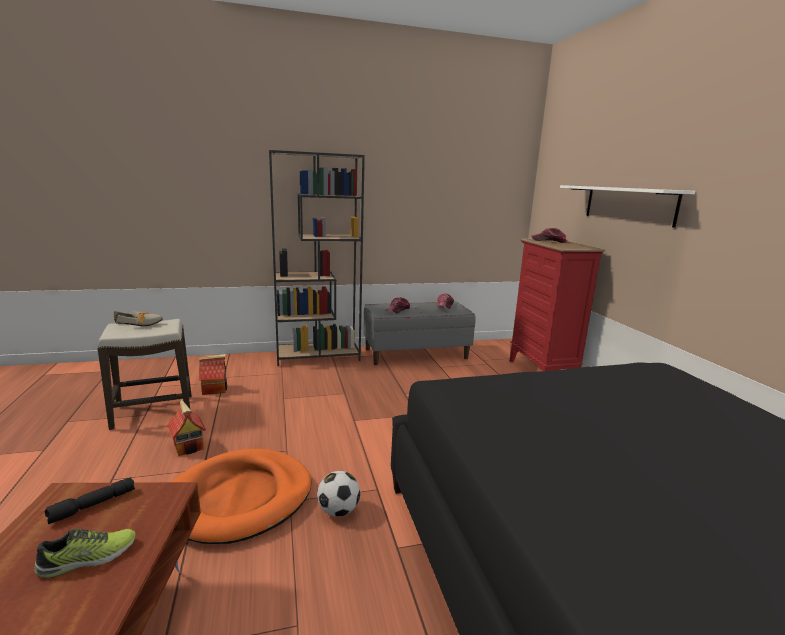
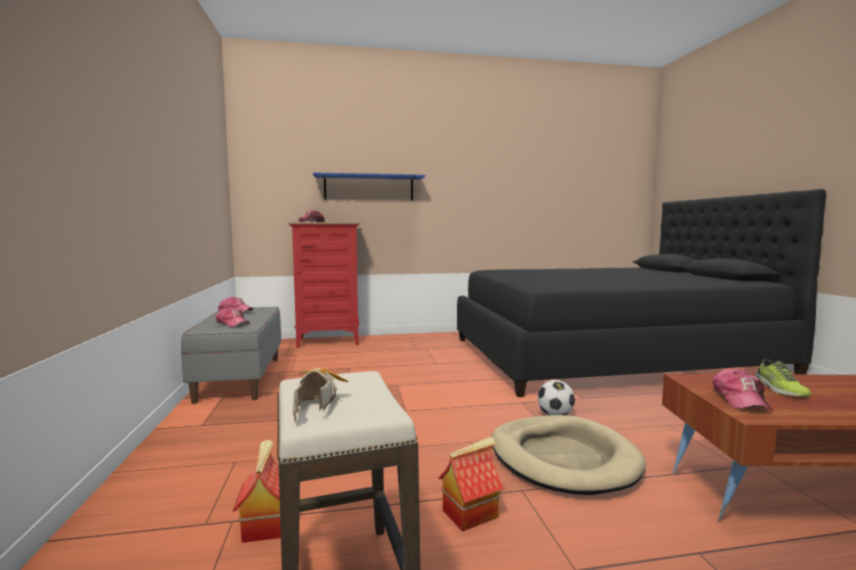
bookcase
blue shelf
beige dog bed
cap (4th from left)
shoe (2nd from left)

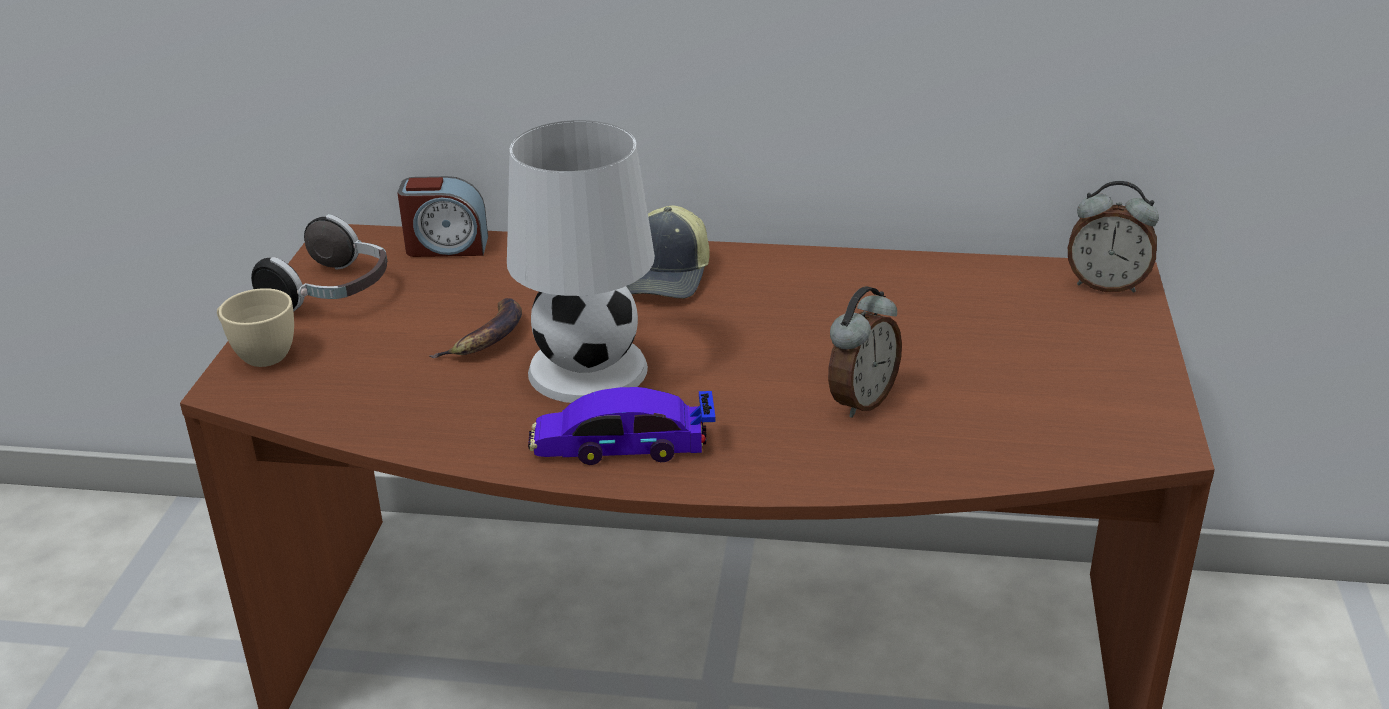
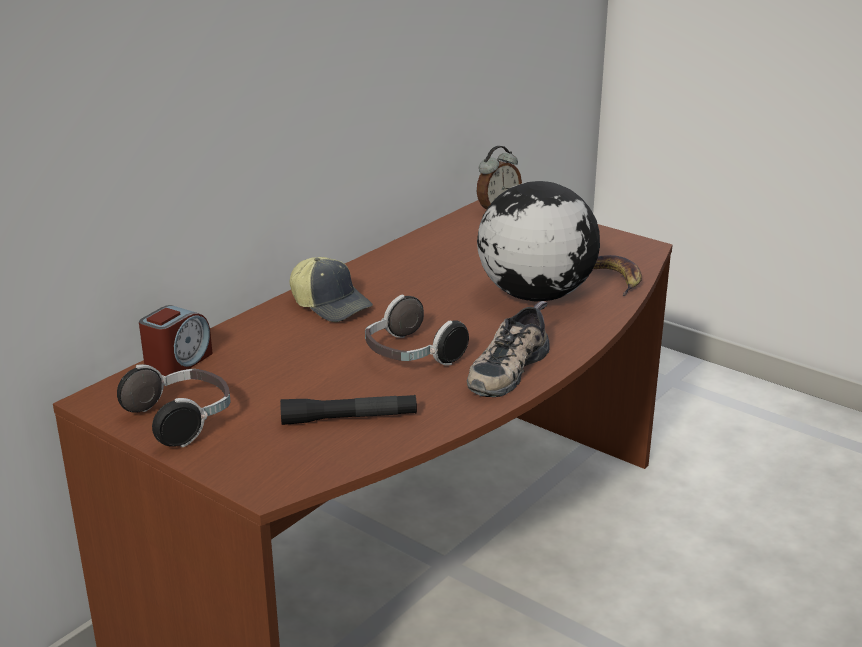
headphones (2nd from left)
globe
beige cup
banana
shoe
black flashlight

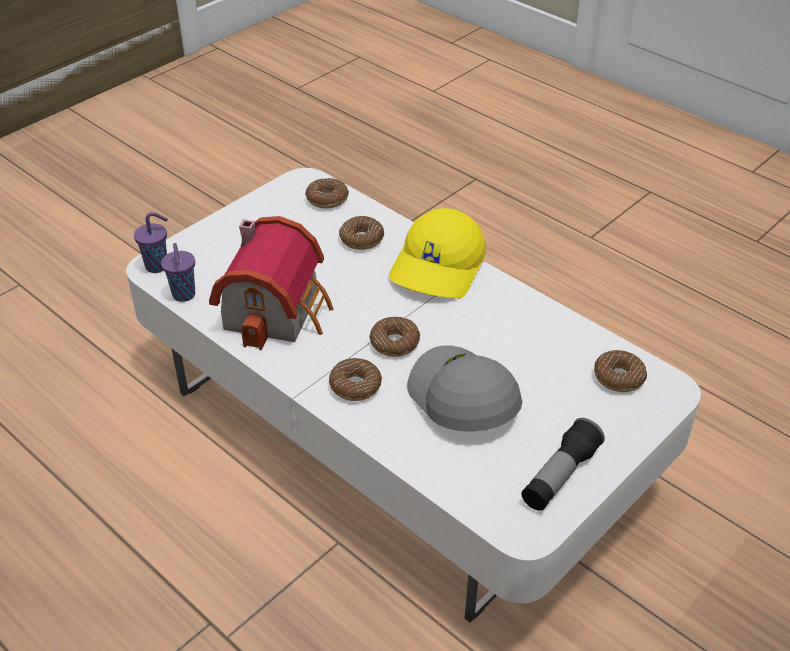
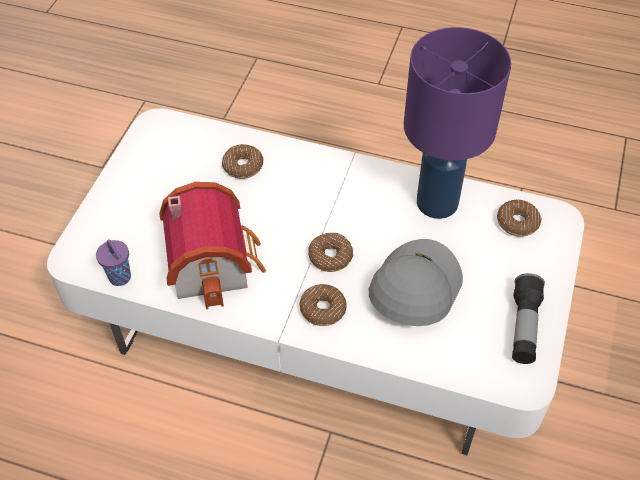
donut (1st from left in the first image)
yellow cap
purple cup (1st from left in the first image)
grey cap
purple table lamp

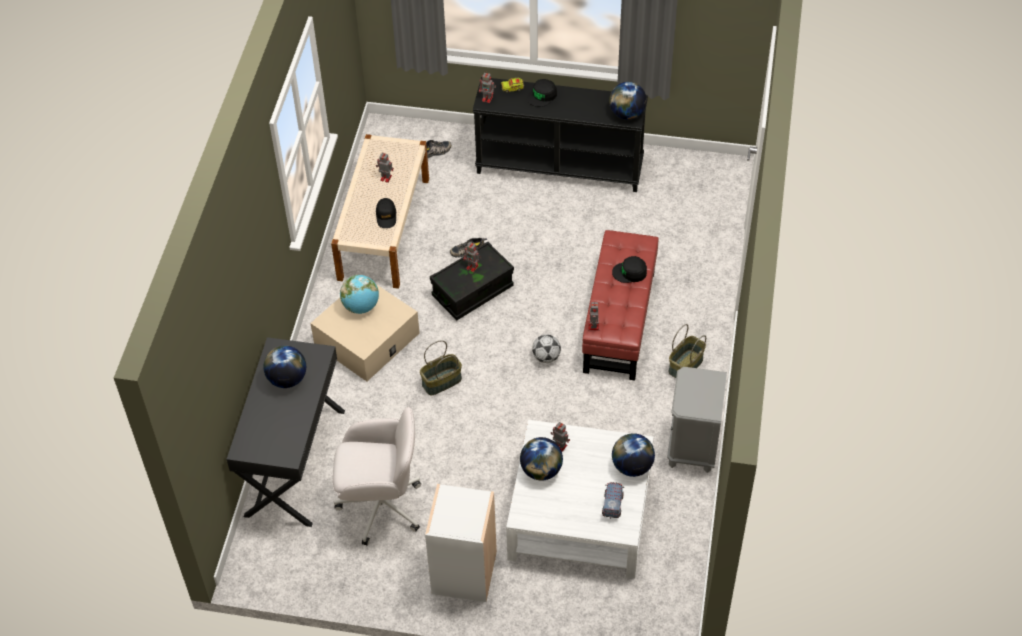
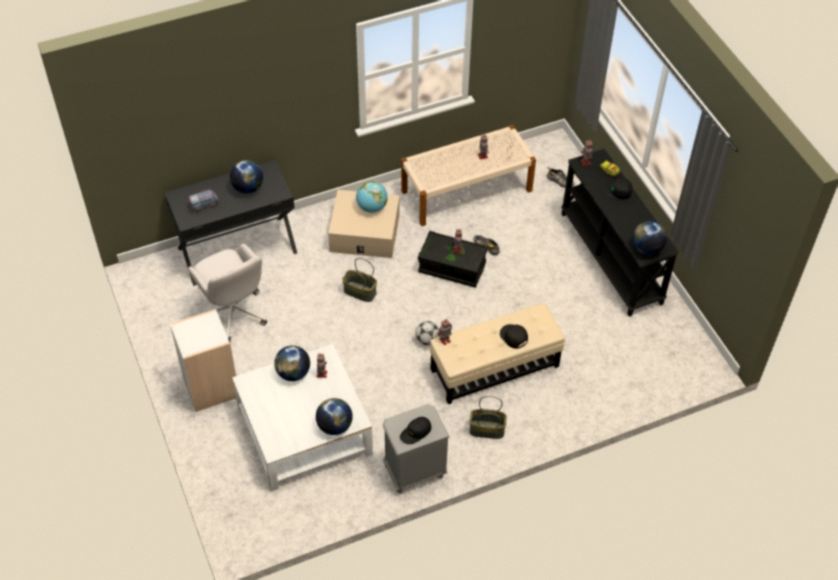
black cap (1st from left)
beige ottoman
toy truck (1st from left)

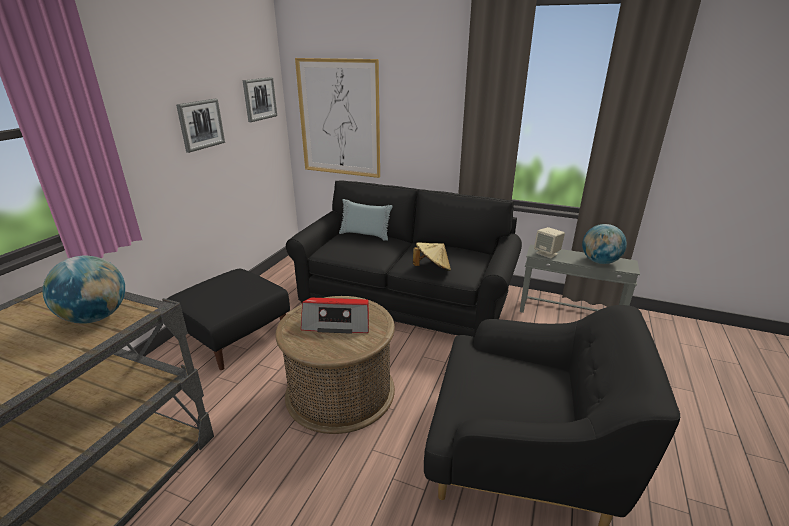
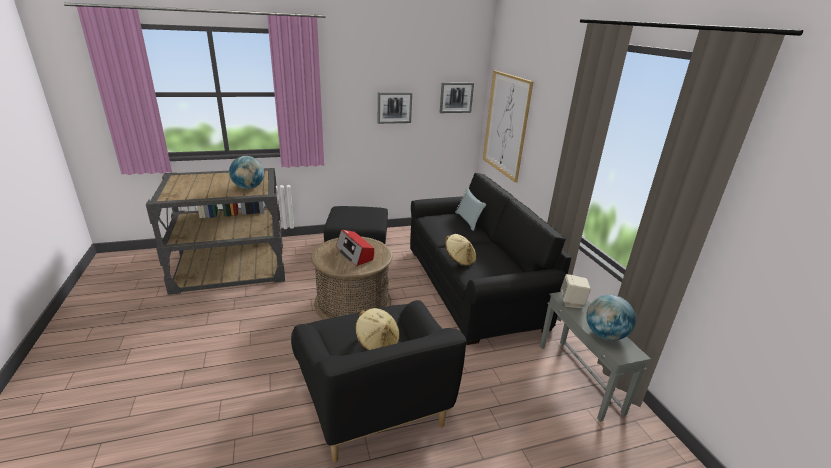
beige hat (1st from left)

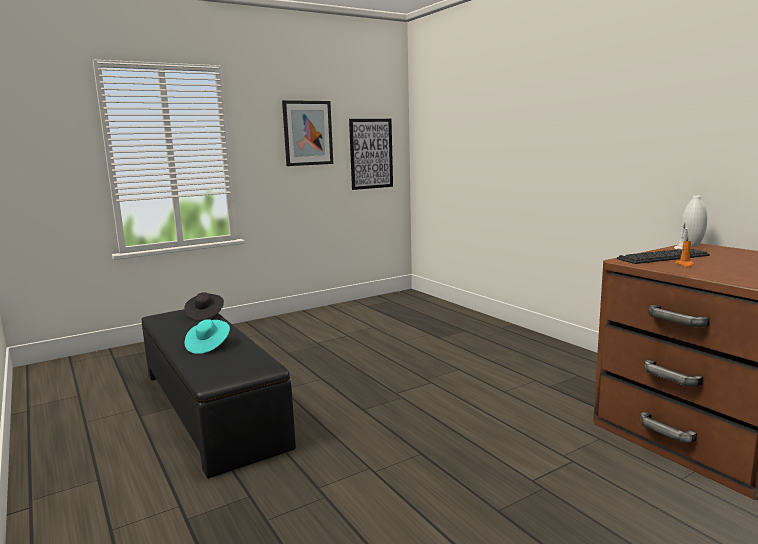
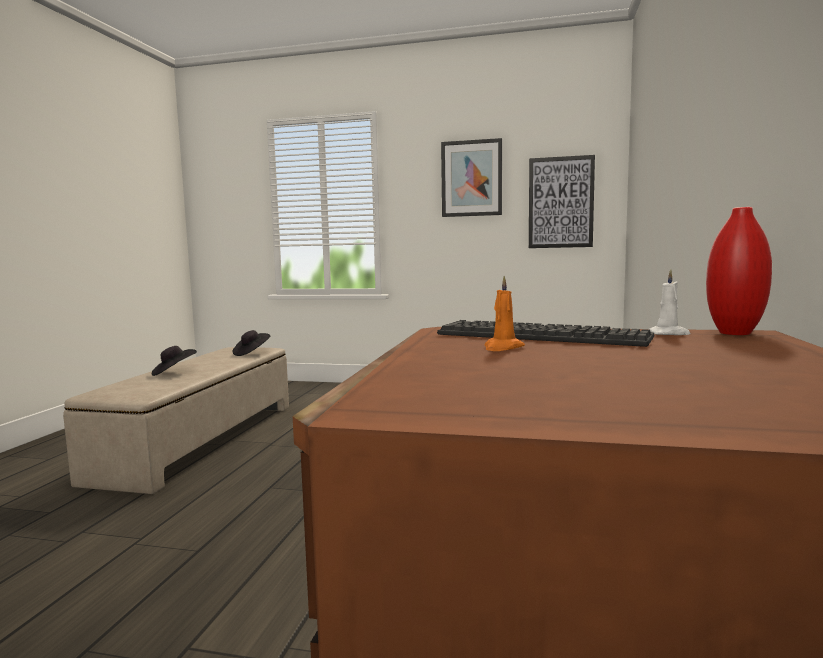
red vase
beige bench
black hat (1st from left)

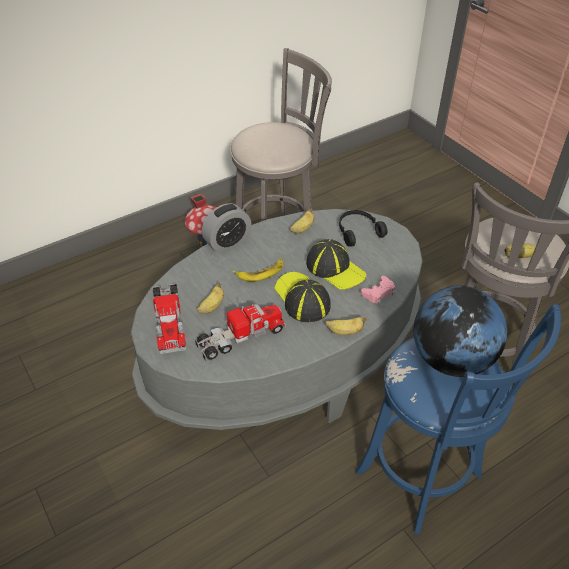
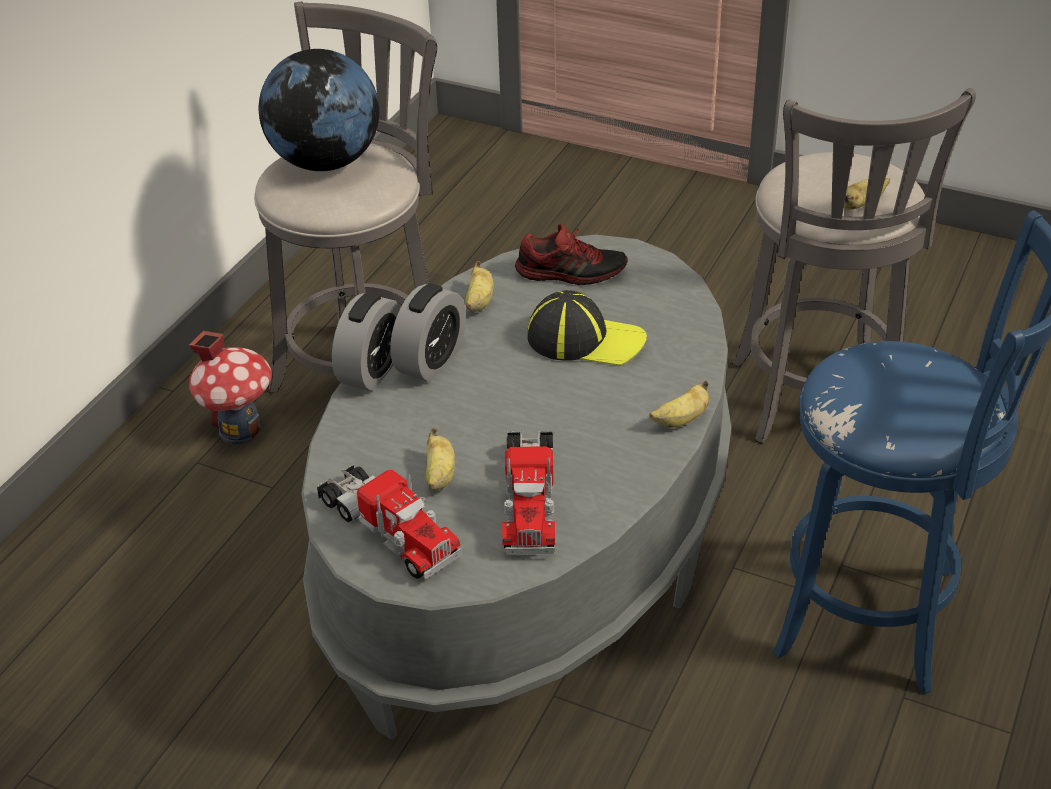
shoe
banana (2nd from left in the first image)
cap (1st from left in the first image)
pink game controller
globe
toy truck (2nd from left)
alarm clock (2nd from left)

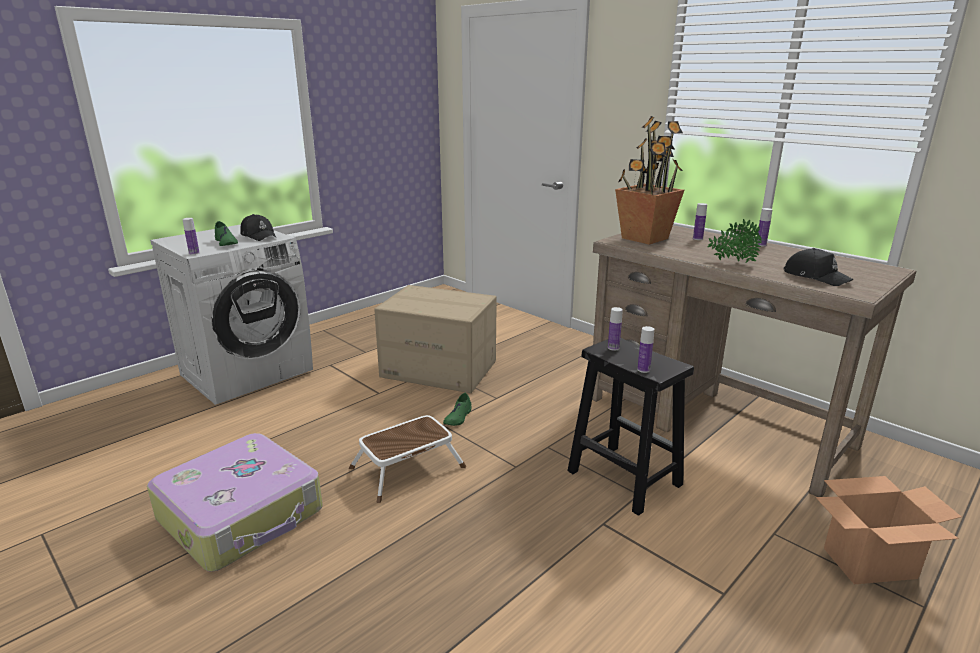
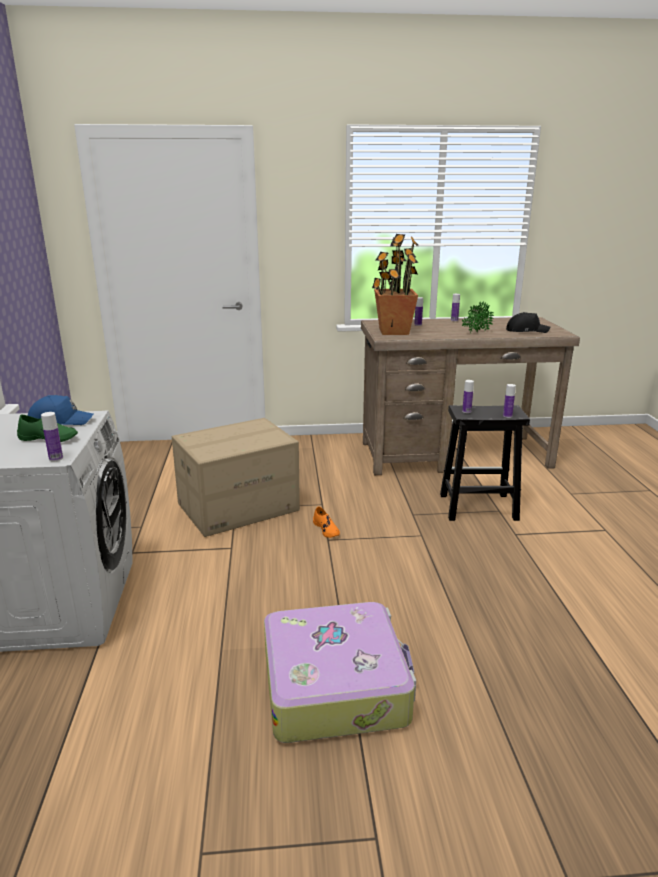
blue cap
orange shoe
brown step ladder
cardboard box (2nd from left in the first image)

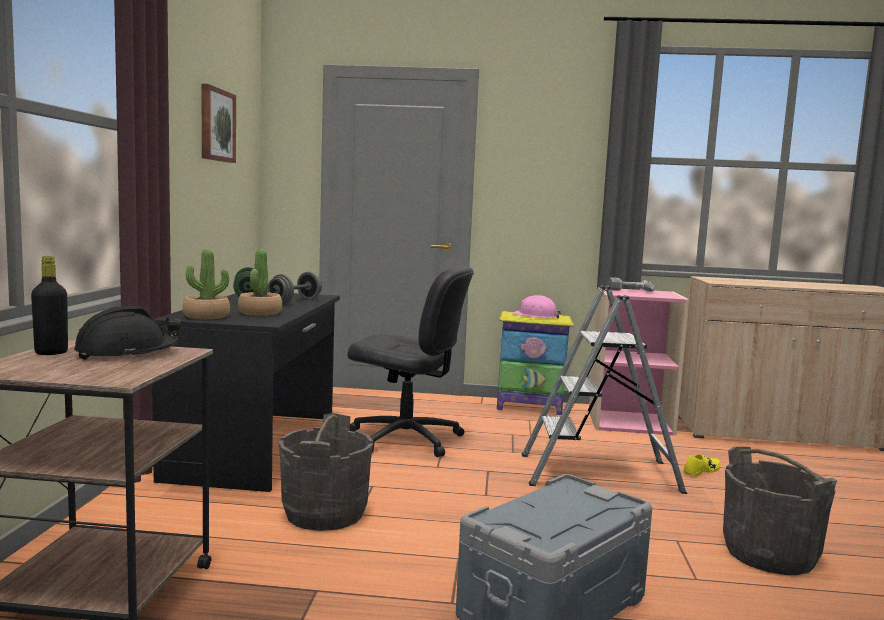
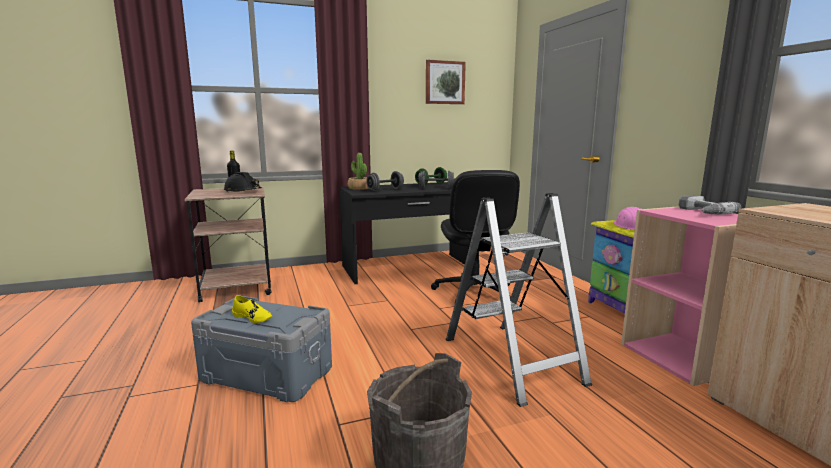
grey dumbbell (1st from left)
grey bucket (1st from left in the first image)
yellow shoe

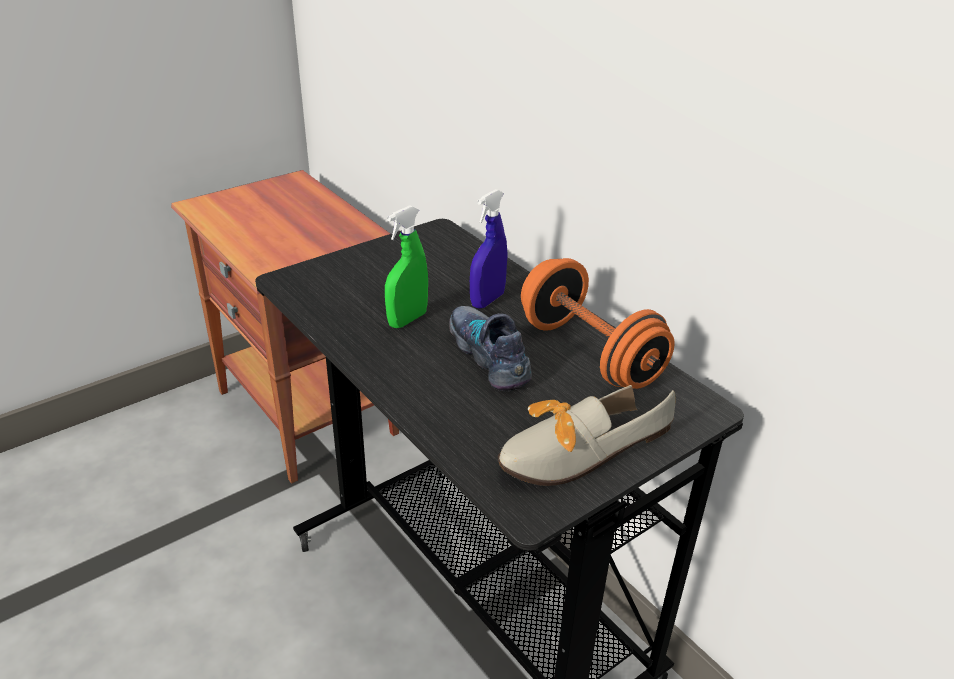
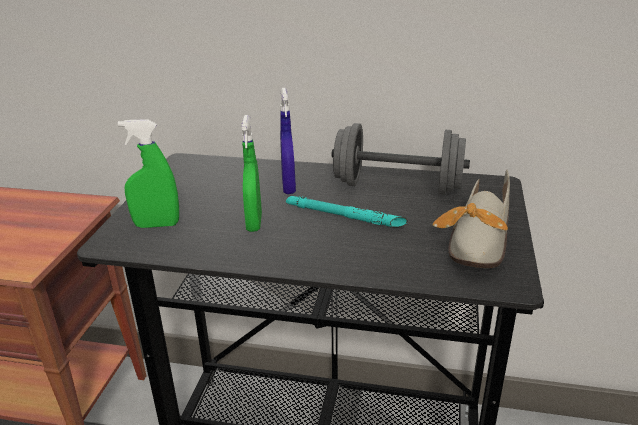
grey dumbbell
turquoise flashlight
green spray bottle (1st from left)

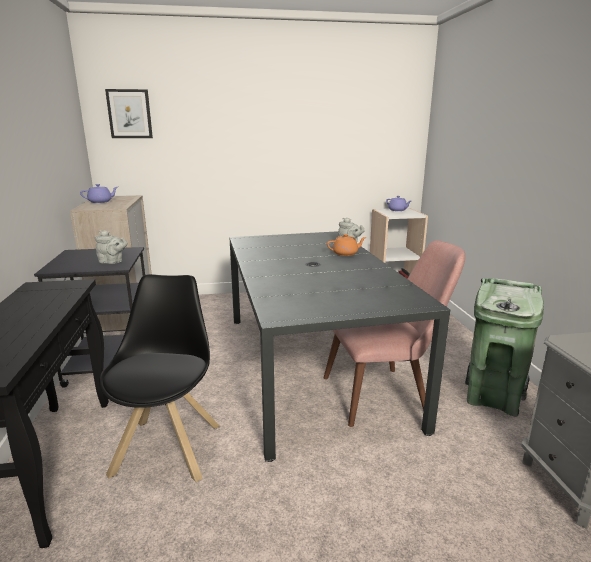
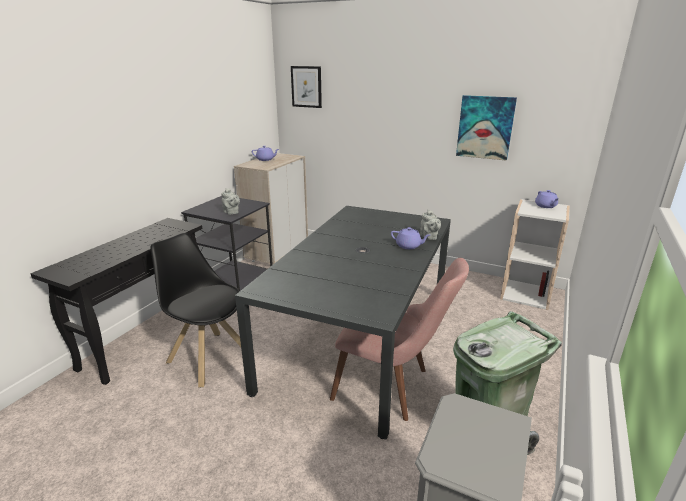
purple teapot (2nd from left)
black chair
picture (2nd from left)

